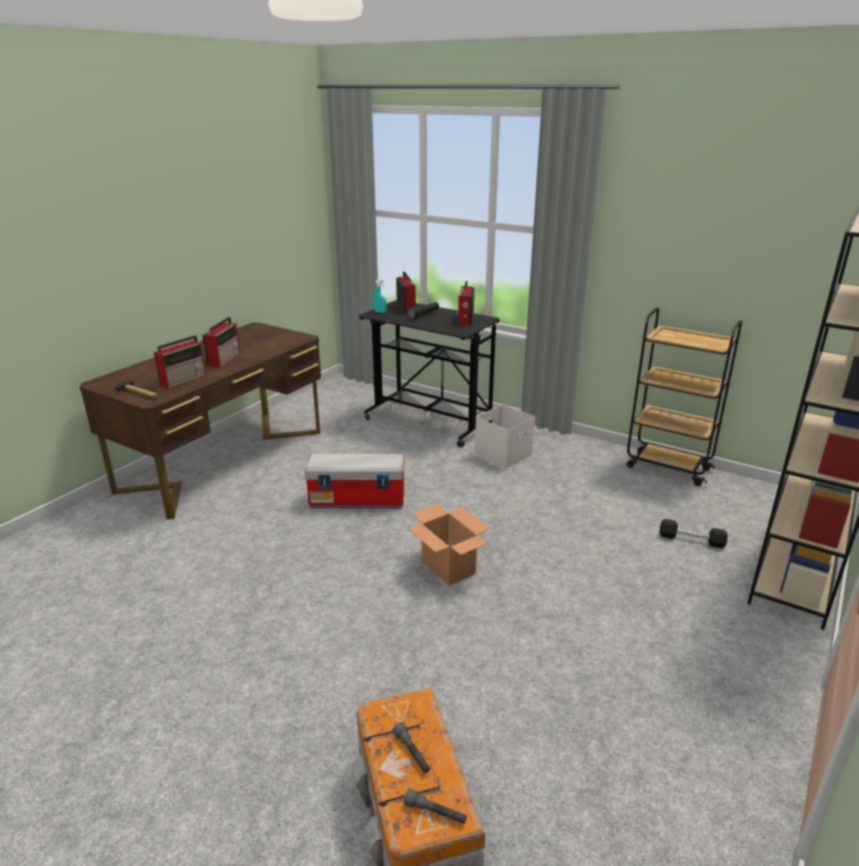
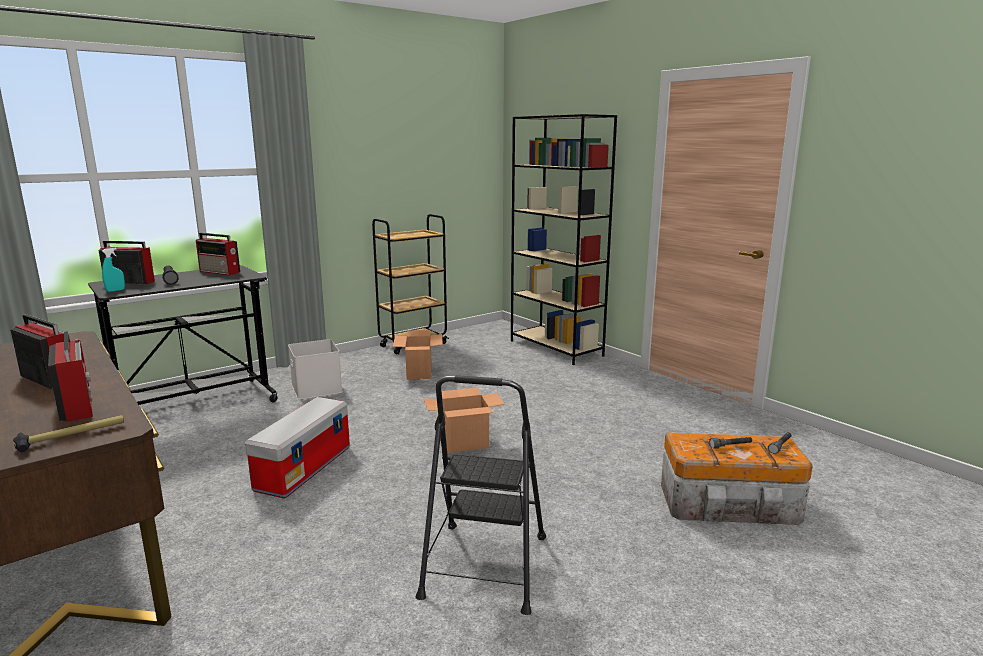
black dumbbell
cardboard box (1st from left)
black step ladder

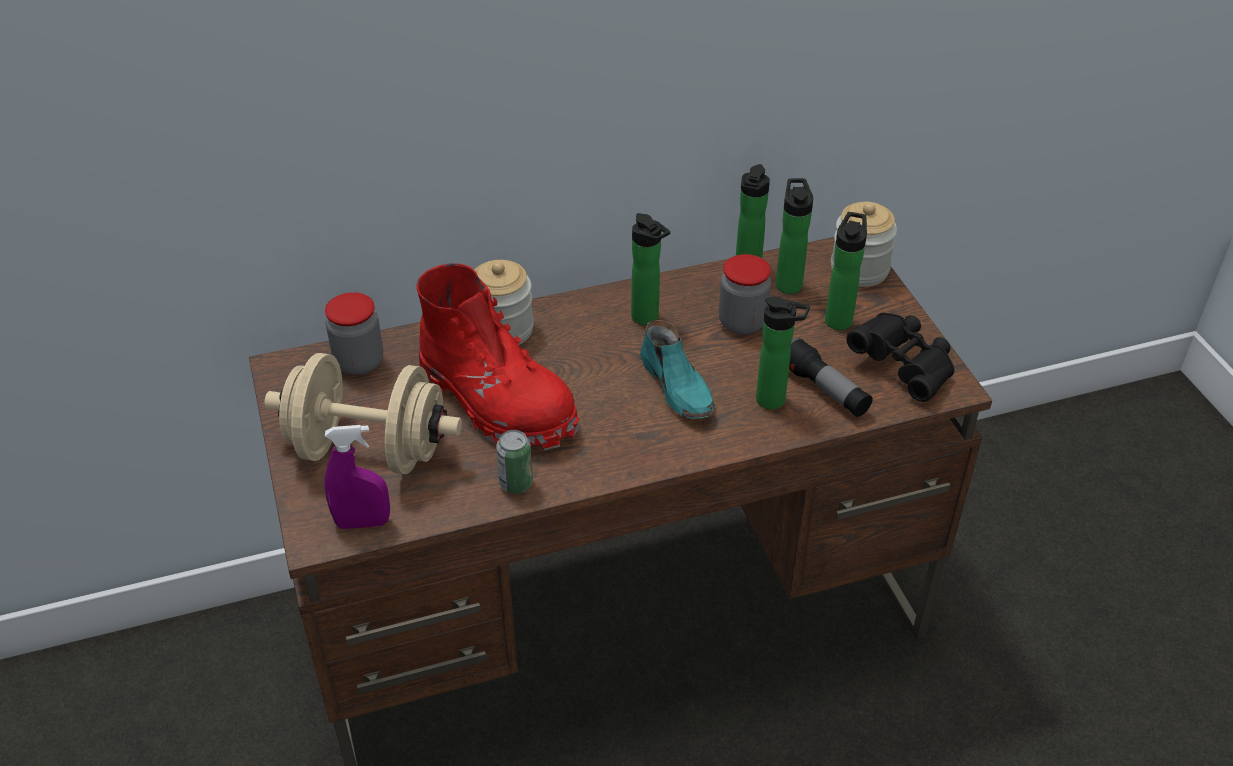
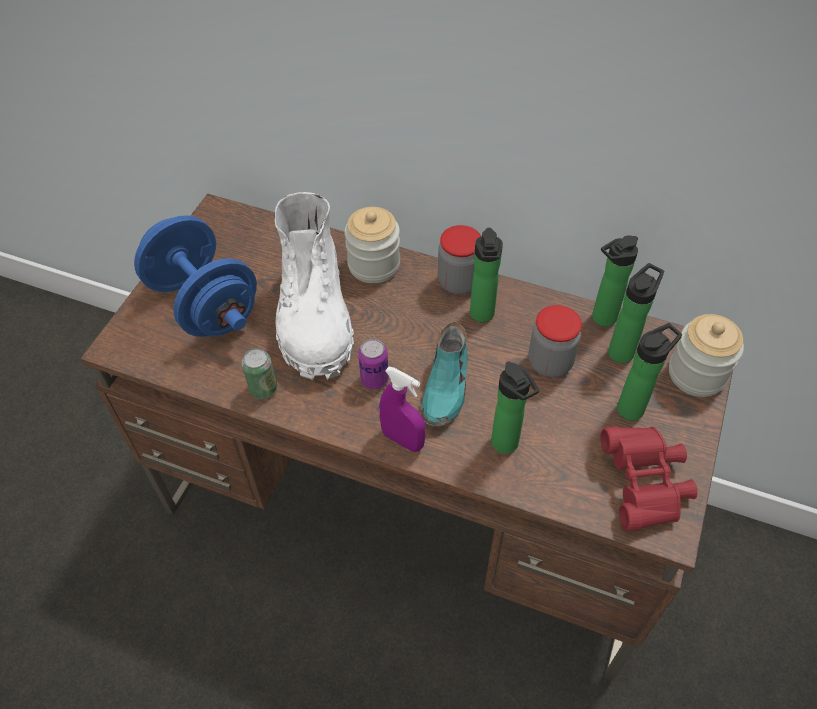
white boot
jar (2nd from left)
red binoculars
flashlight
blue dumbbell
purple spray bottle
can (2nd from left)

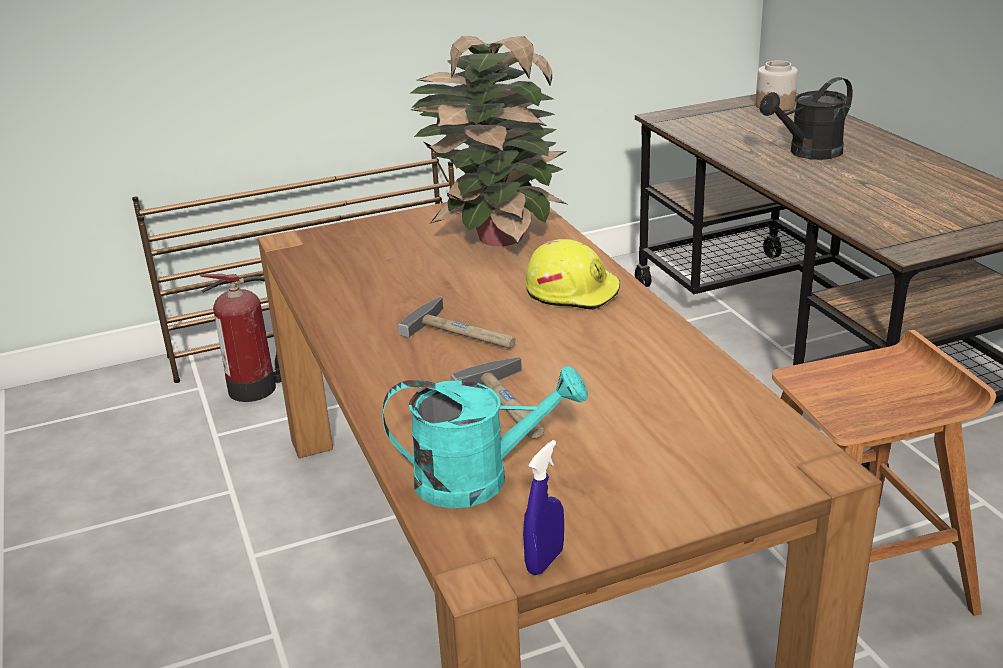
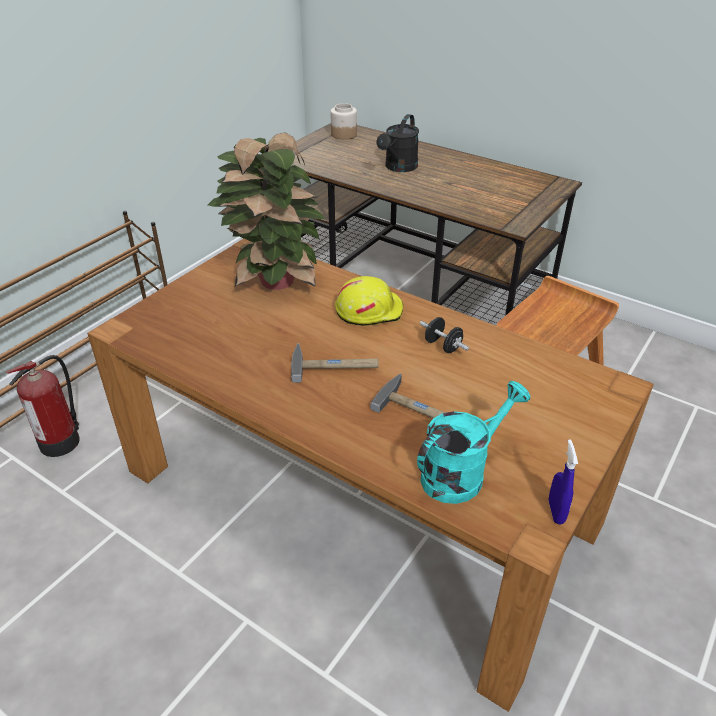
black dumbbell

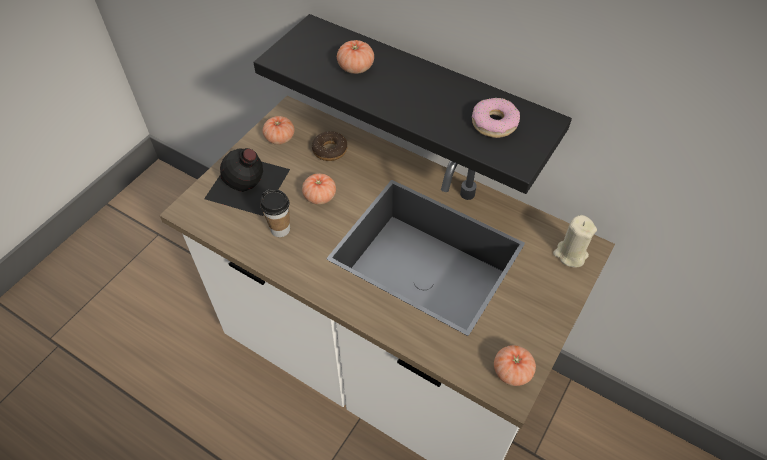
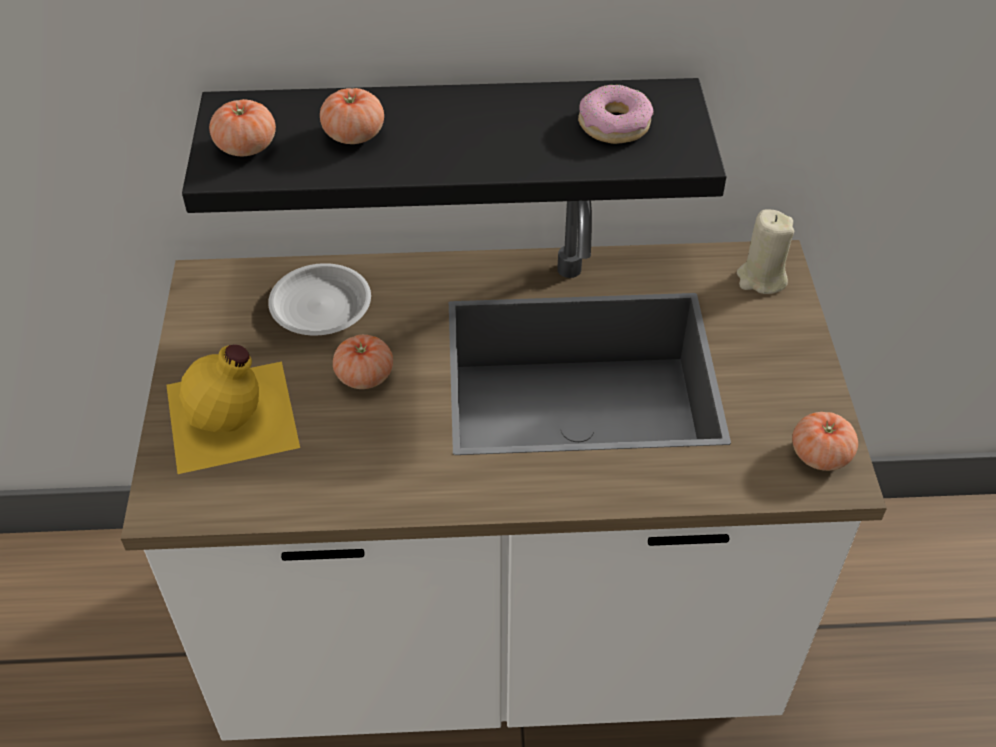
tomato (1st from left)
white plate
yellow bottle
cup

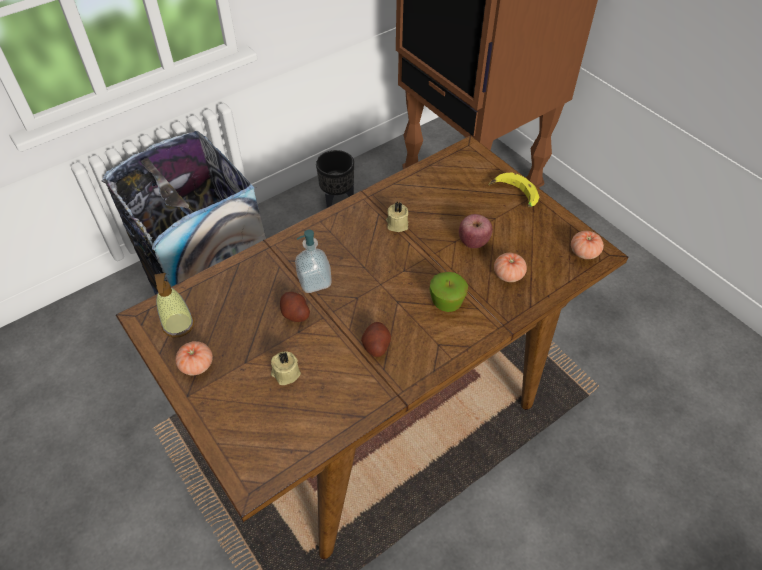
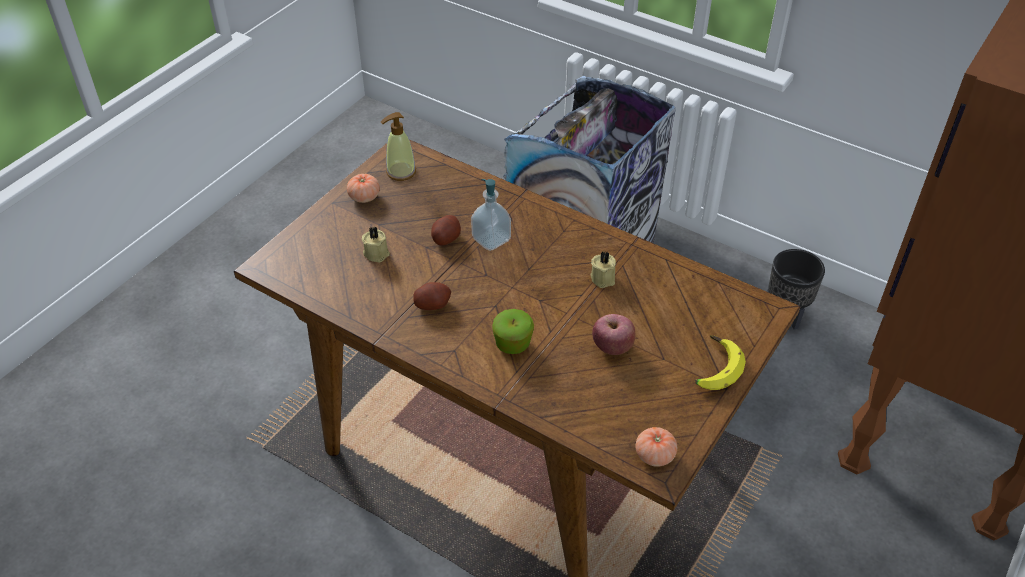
tomato (2nd from left in the first image)

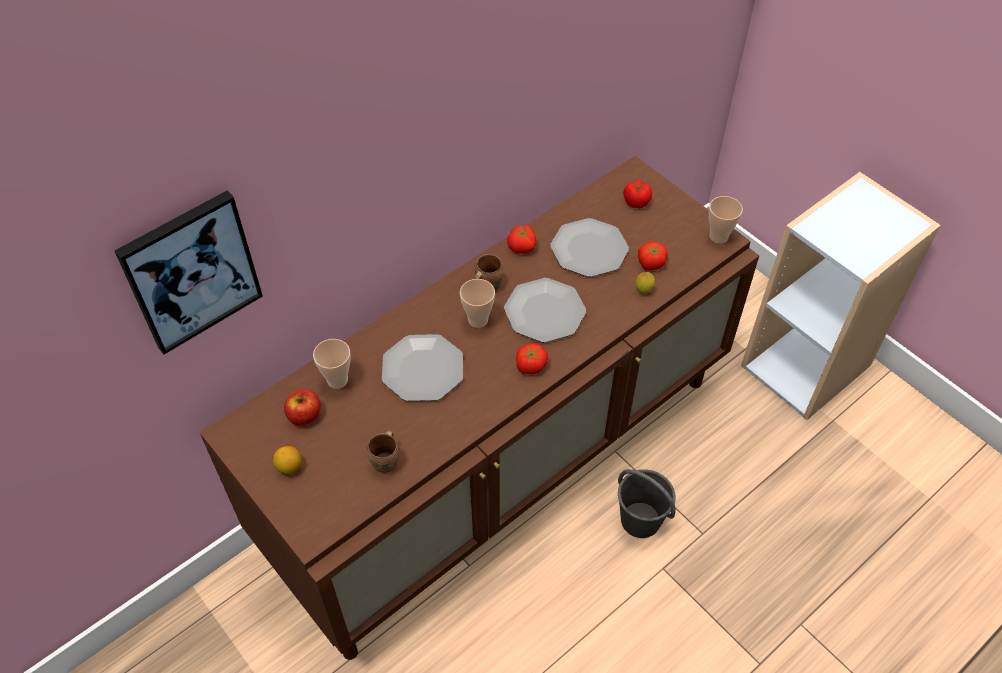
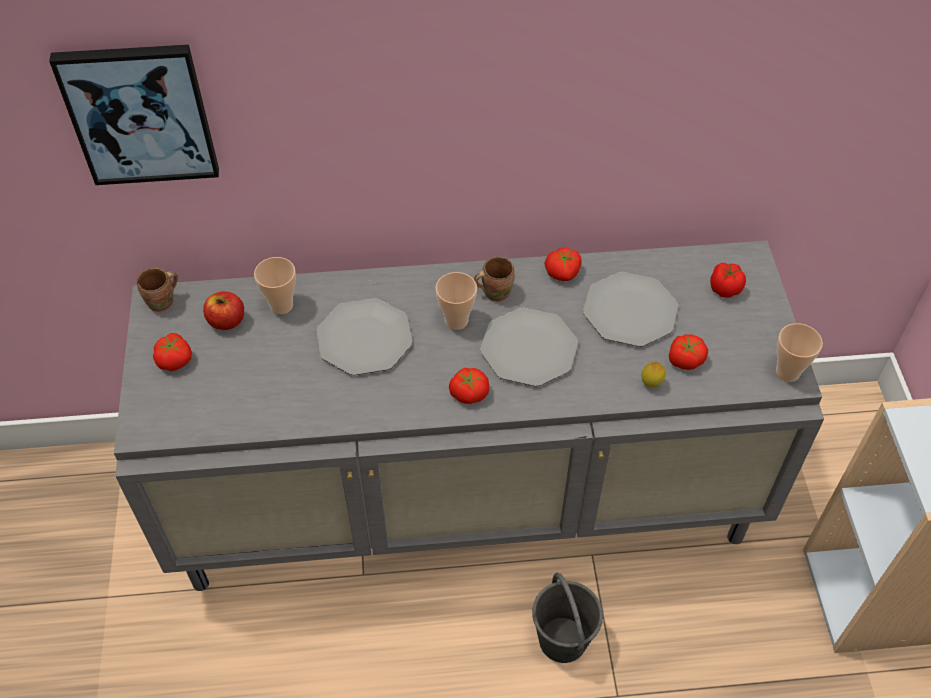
grey cabinet
brown mug (1st from left)
tomato (1st from left)

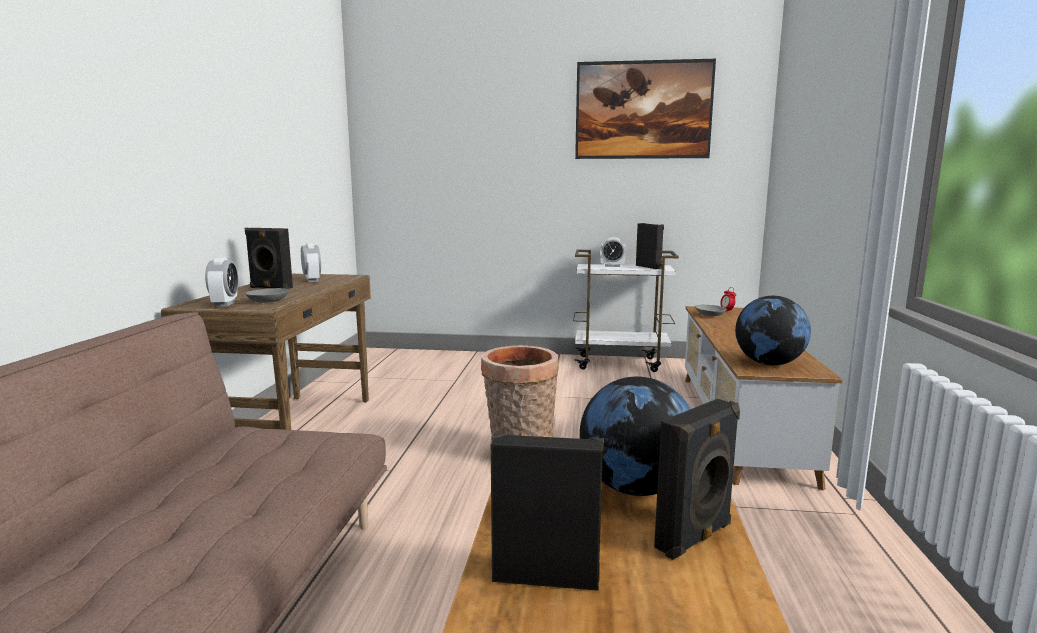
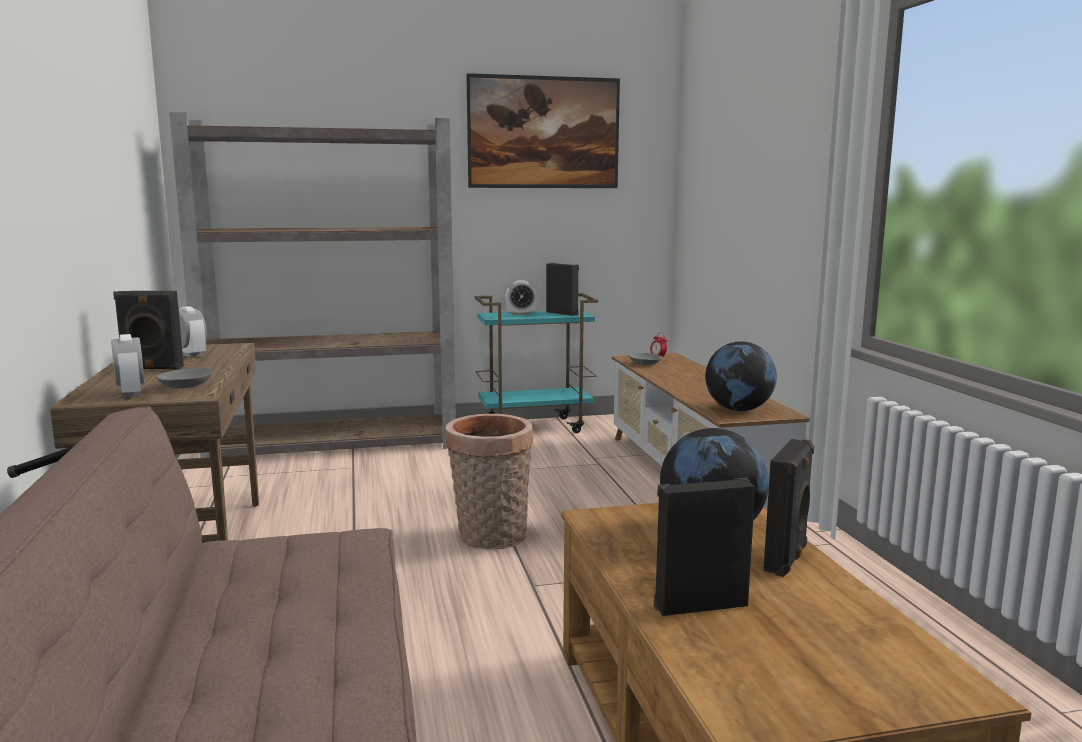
turquoise cart
brown bookcase

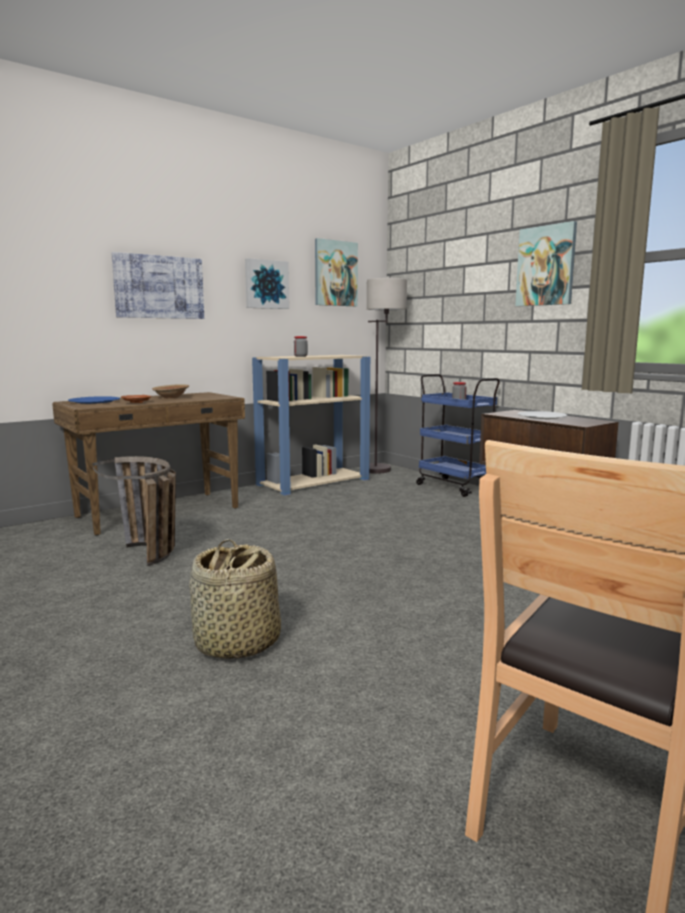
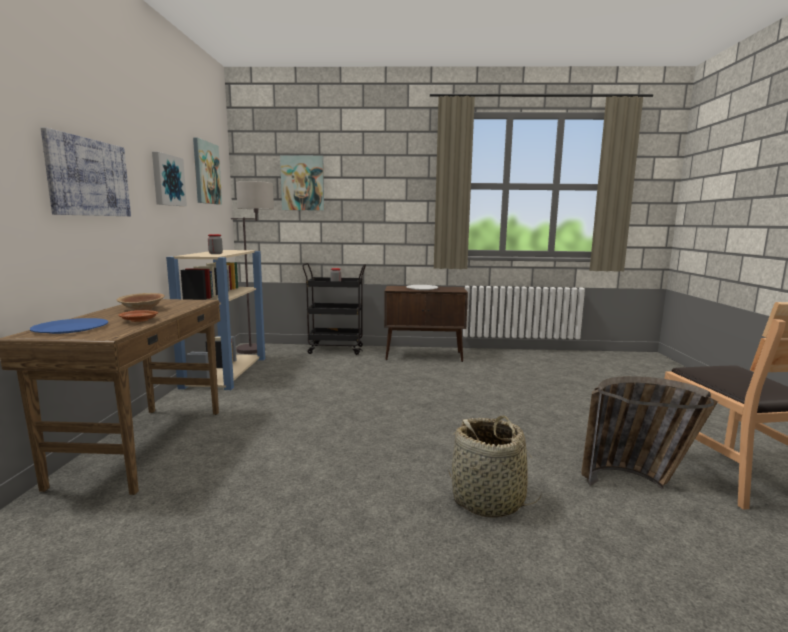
picture (4th from left)
black cart
basket (2nd from left)

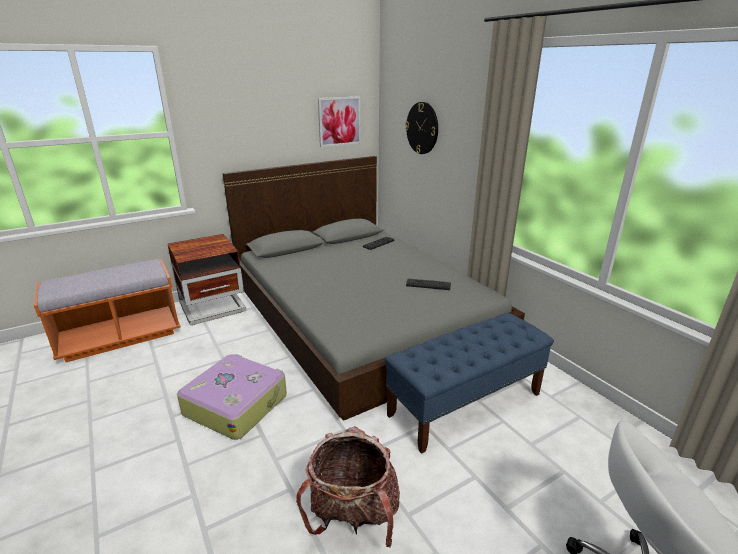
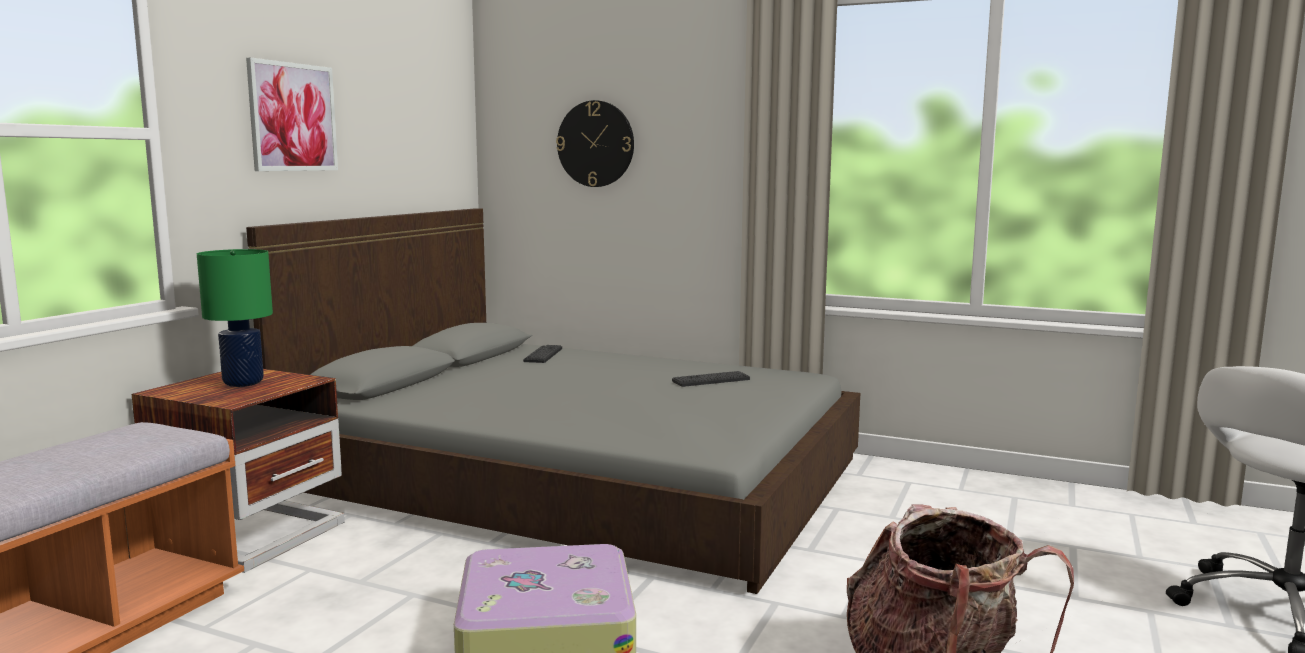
picture
blue bench
green table lamp

